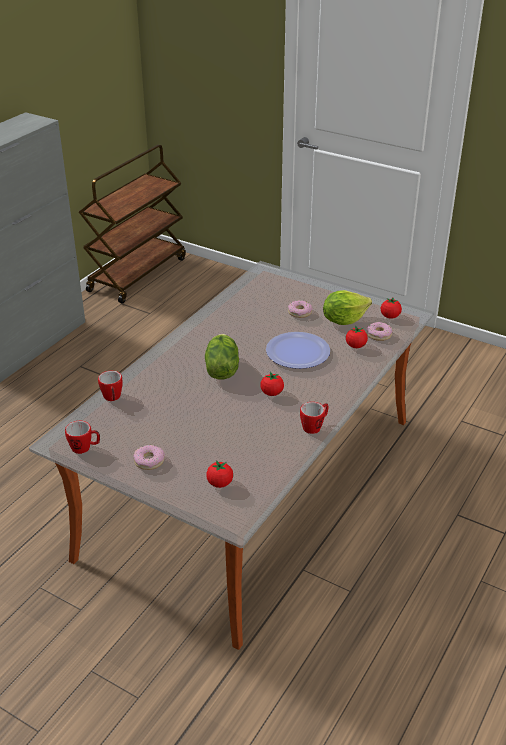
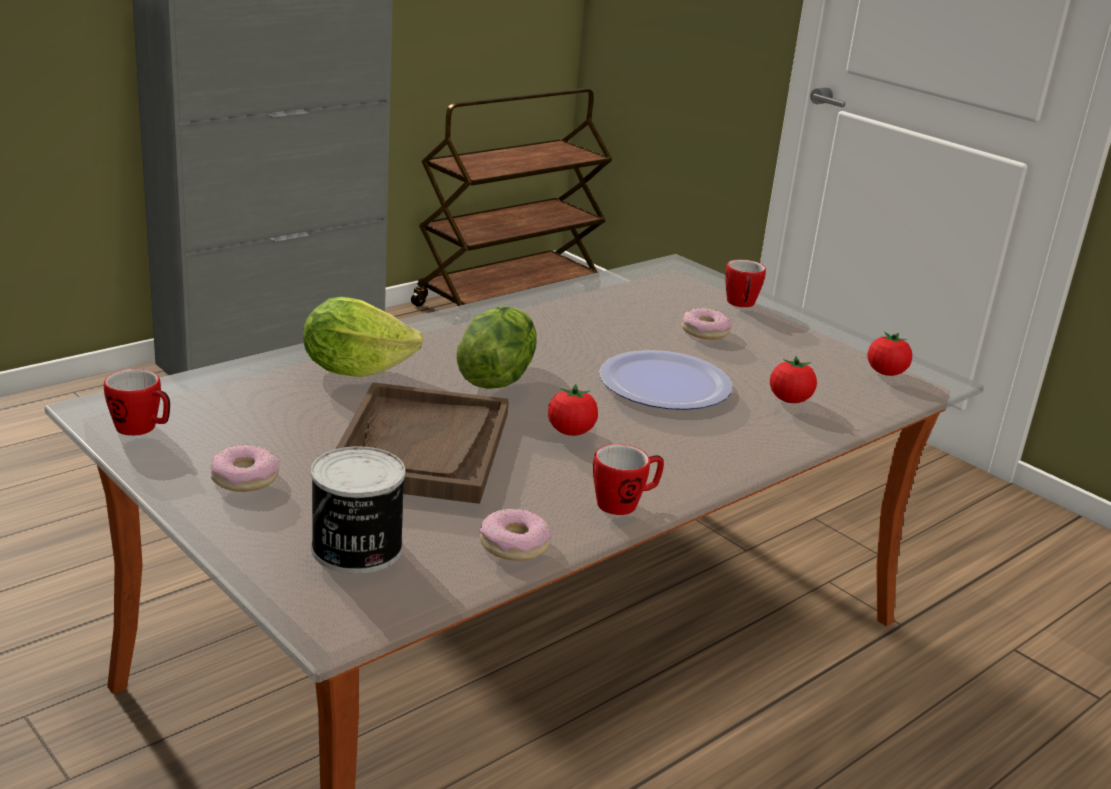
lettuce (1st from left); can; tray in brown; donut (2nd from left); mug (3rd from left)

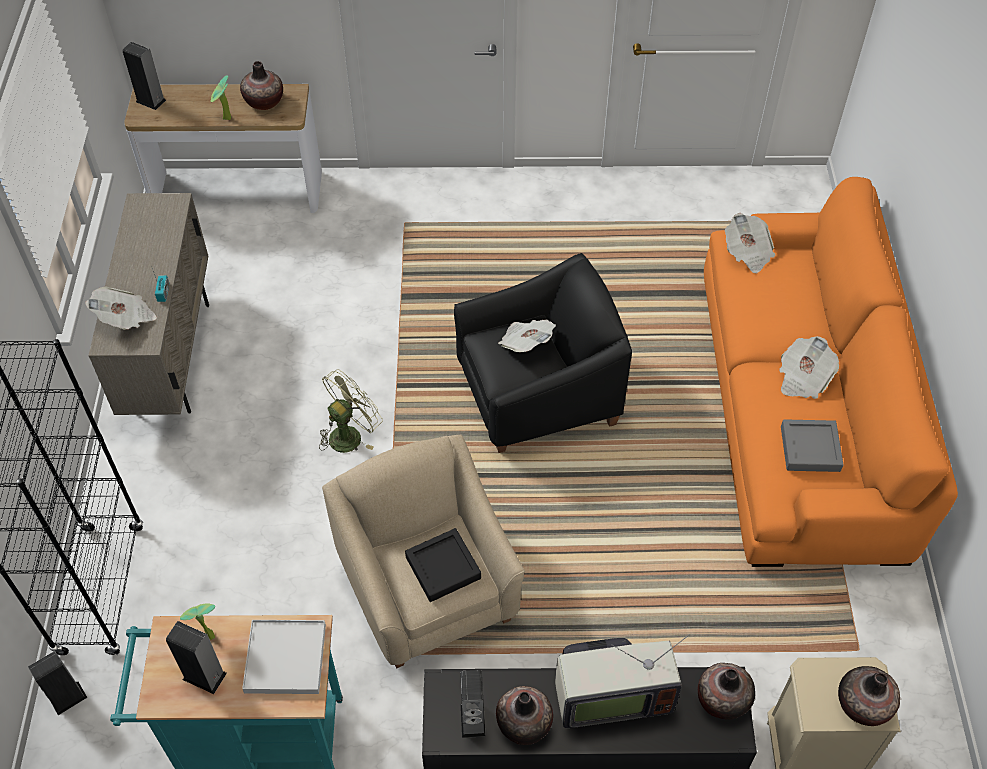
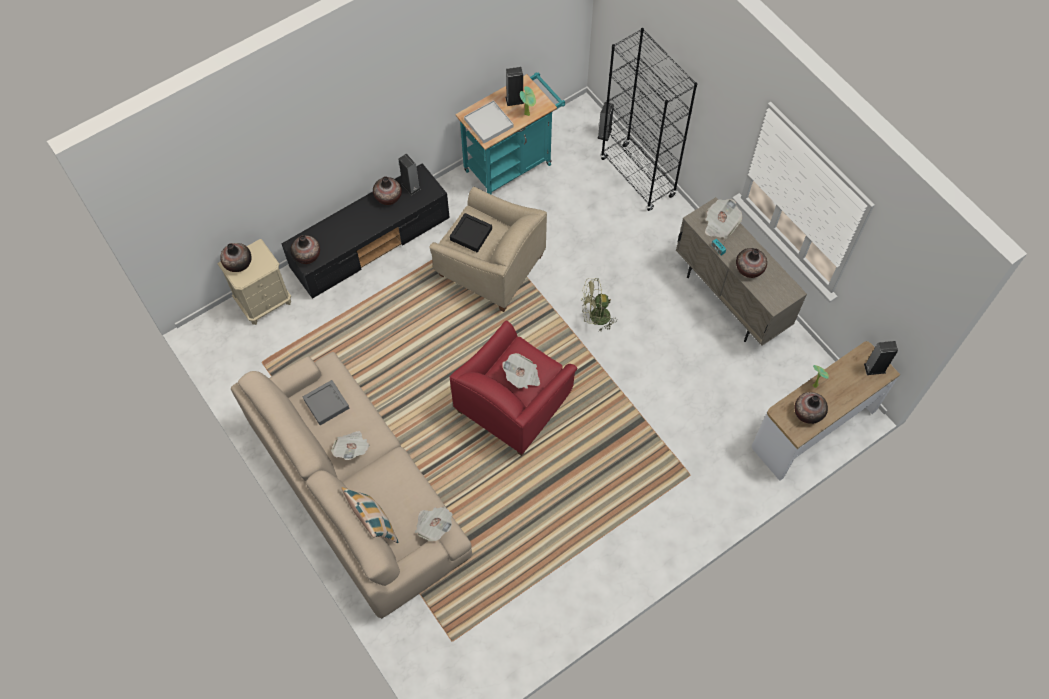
sofa in beige; pillow; armchair in red; fan in green; vase (4th from left); television

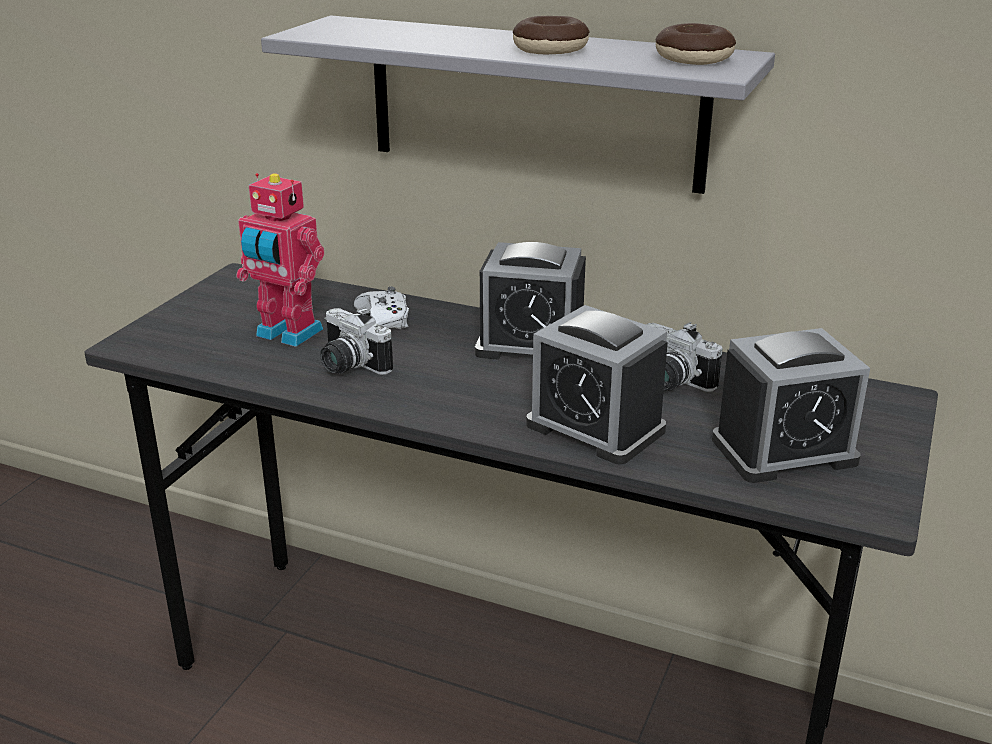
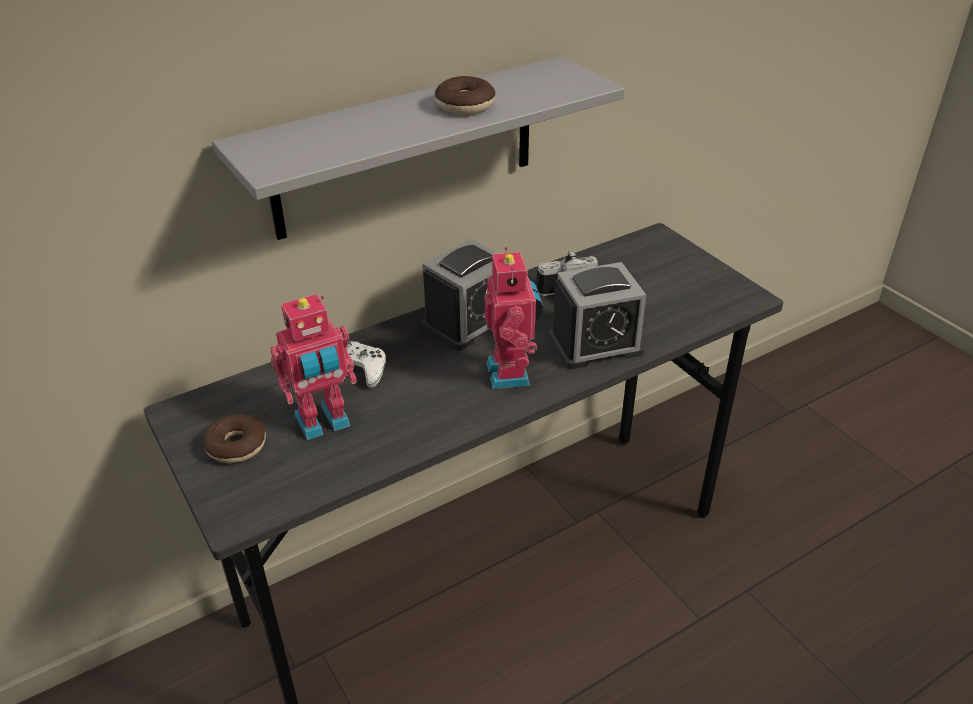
donut (1st from left); toy robot (2nd from left); photo camera (1st from left in the first image); alarm clock (3rd from left in the first image)

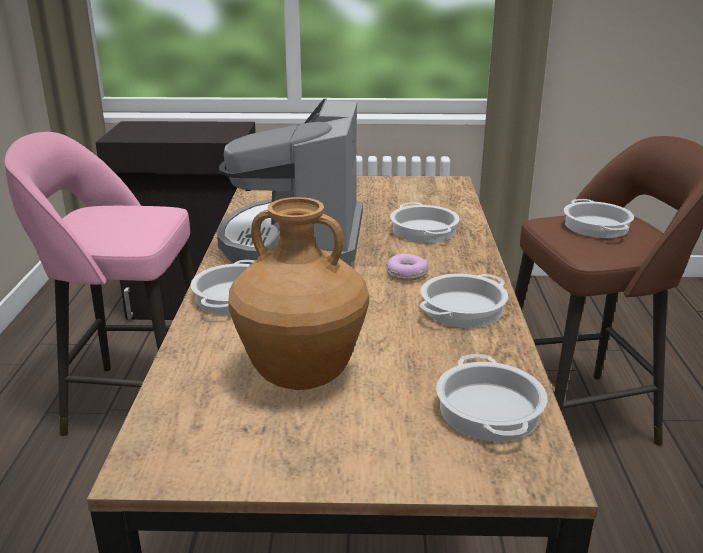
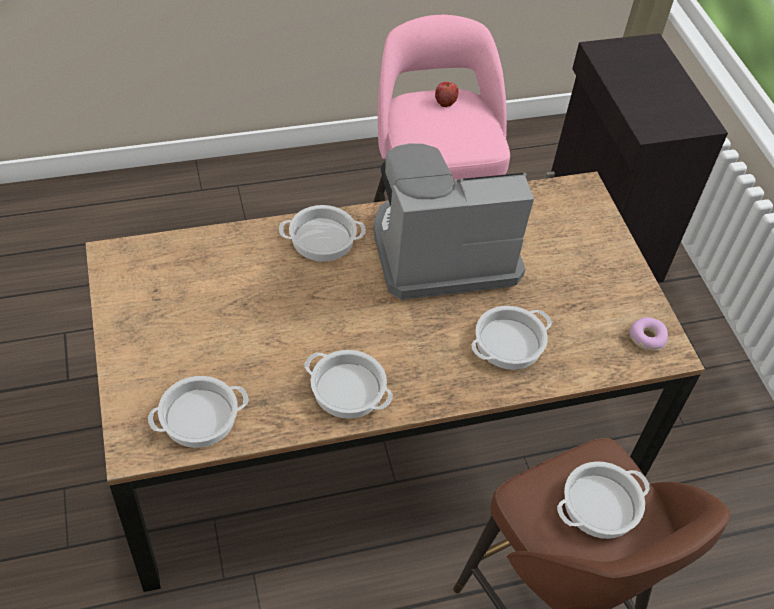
apple; donut; vase in brown

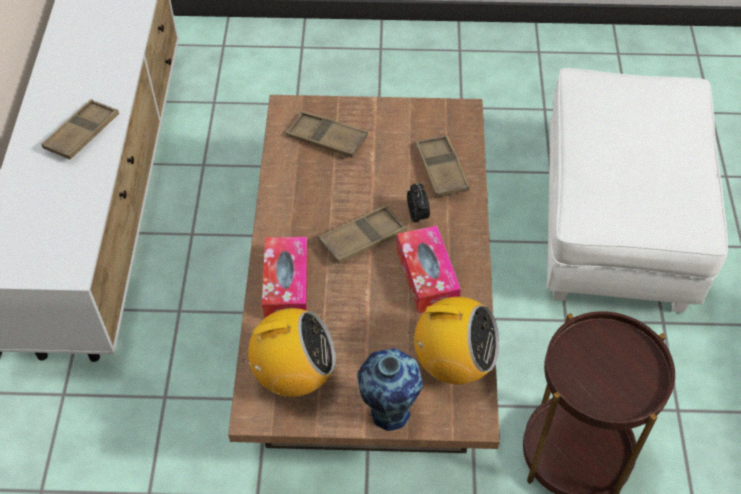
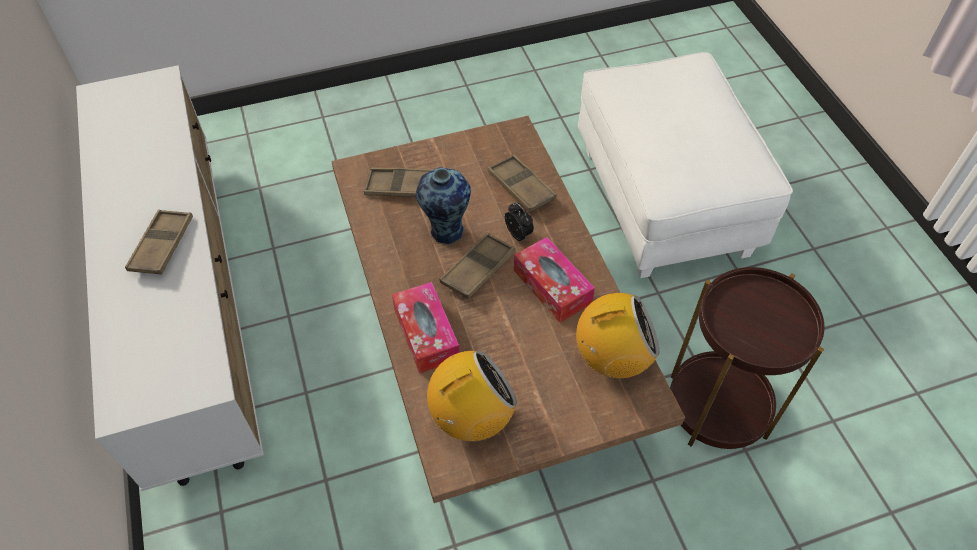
vase

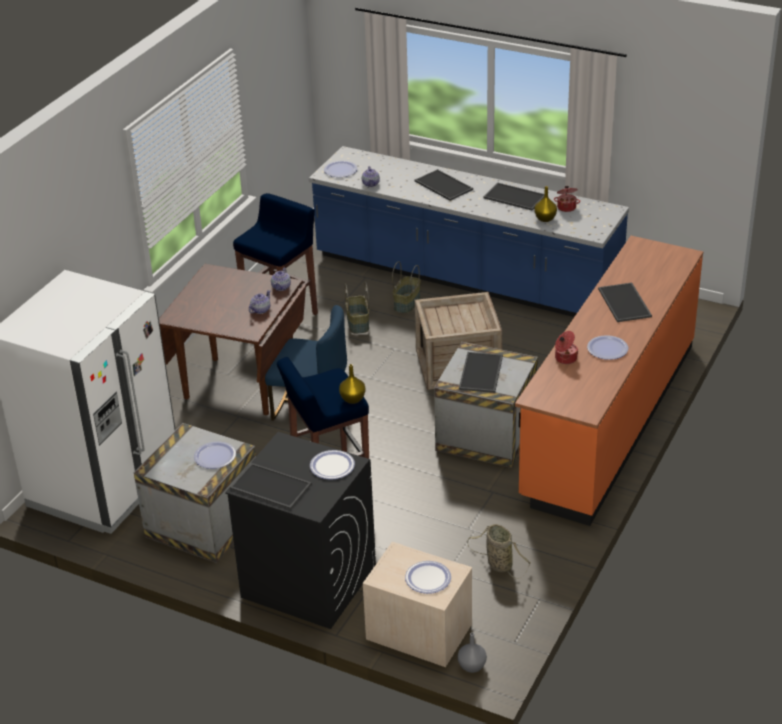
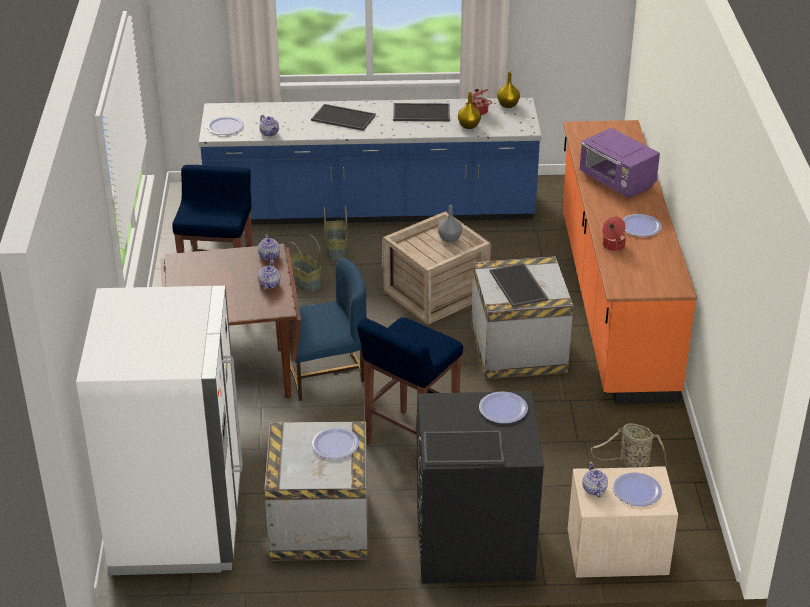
vase in grey; vase in yellow (2nd from left); microwave in purple; teapot (4th from left)

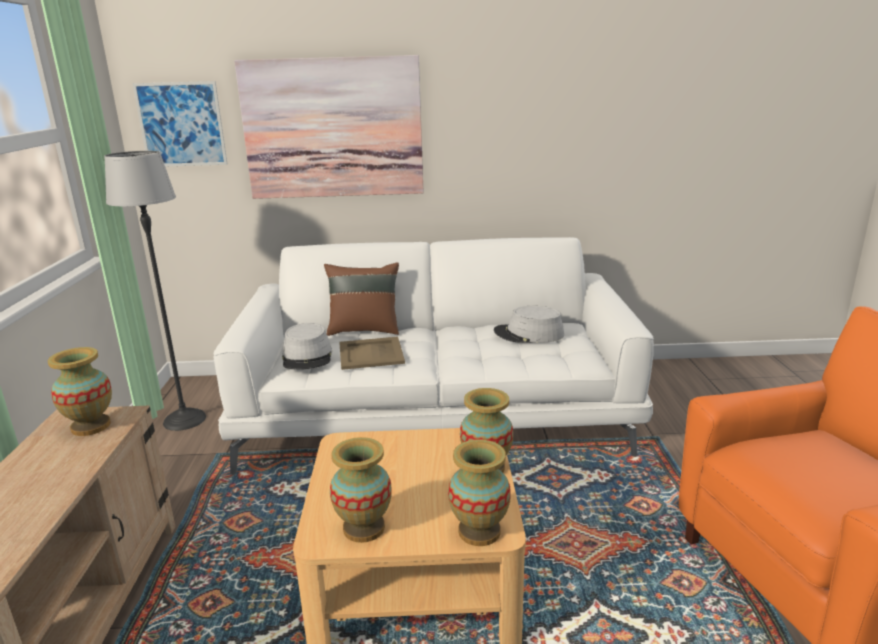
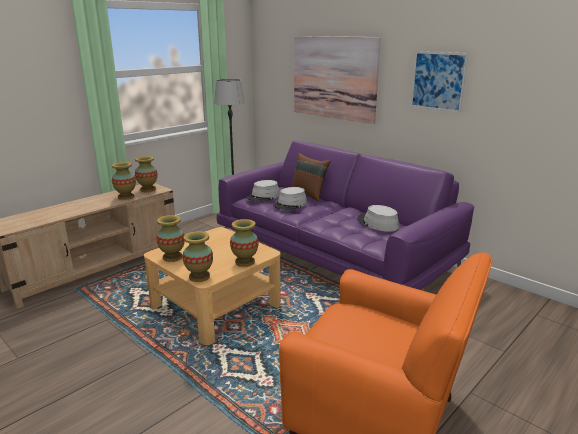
vase (1st from left); sofa in purple; hat in grey (2nd from left); picture (2nd from left)

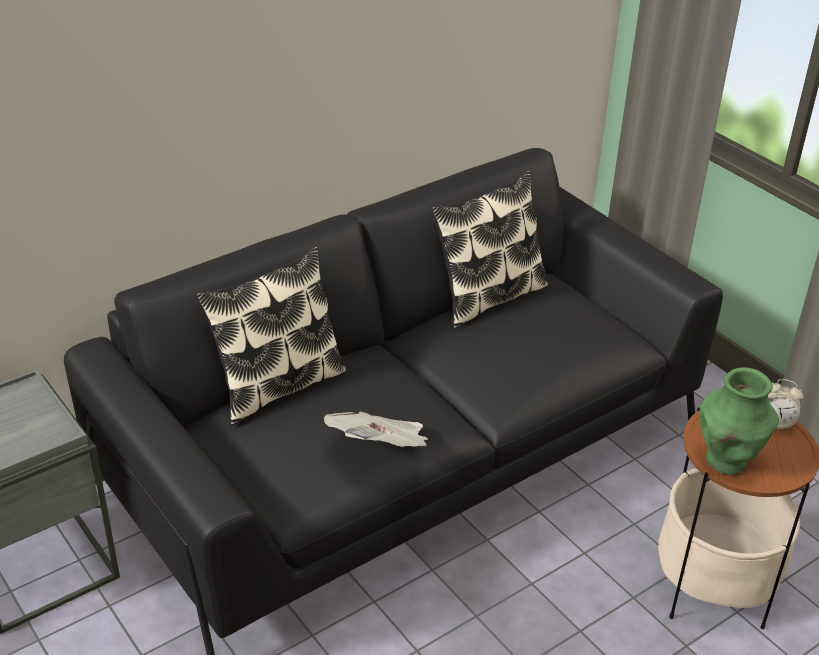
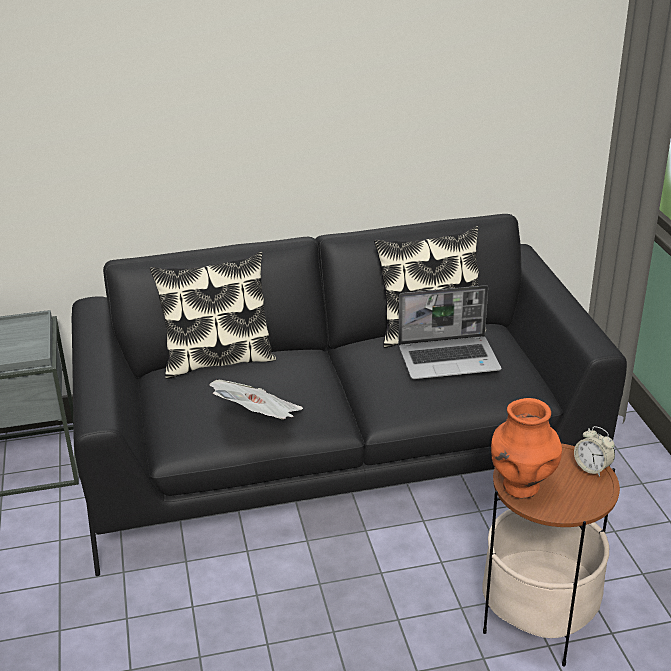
laptop; vase in orange

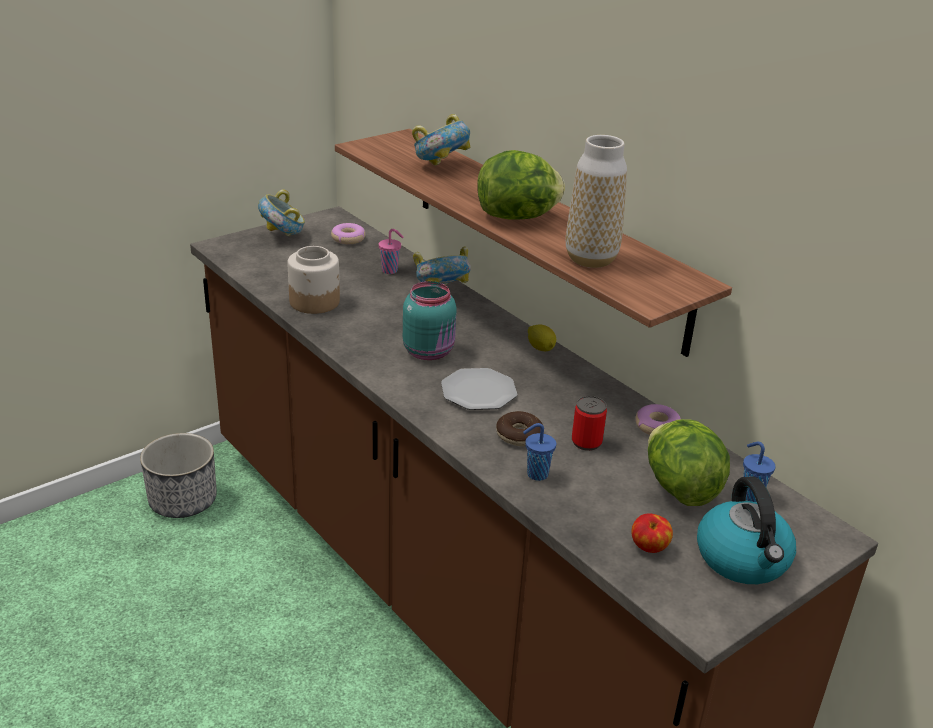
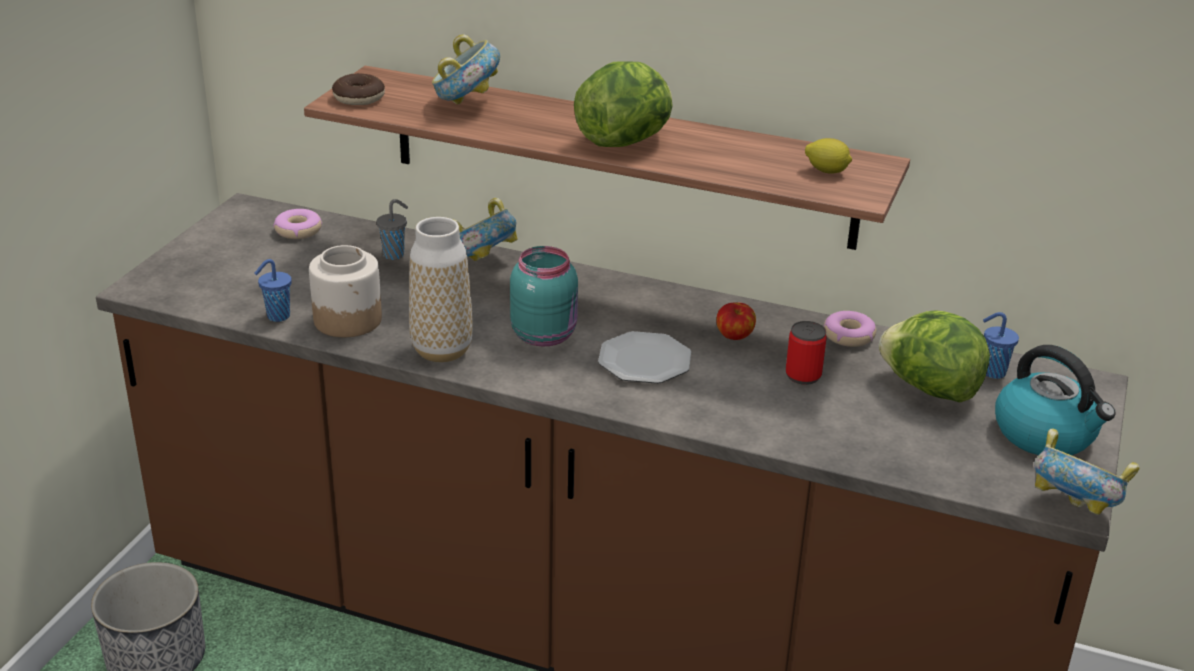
cup in blue (1st from left); donut (2nd from left); cup in grey; vase; apple; lemon; bowl (3rd from left)

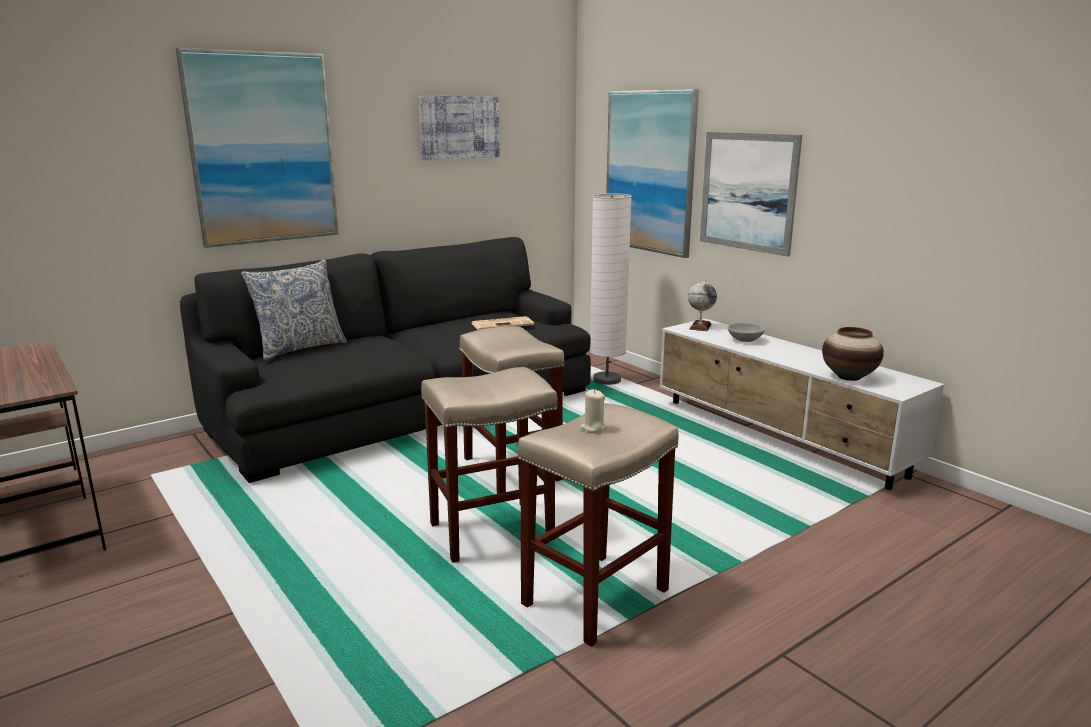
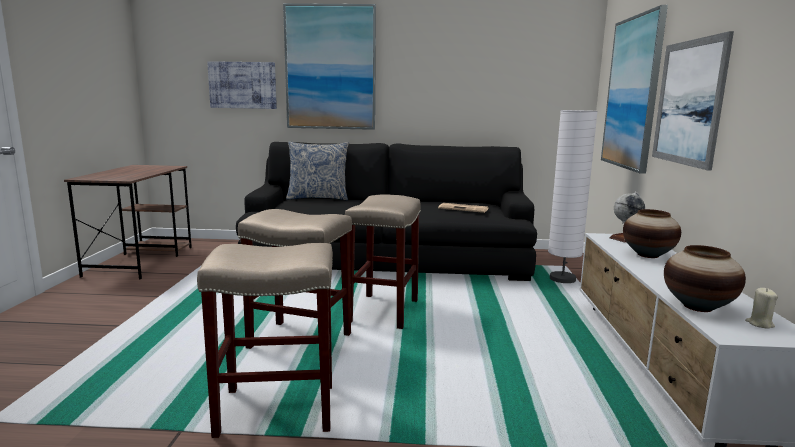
picture (1st from left); vase (1st from left); candle in beige

